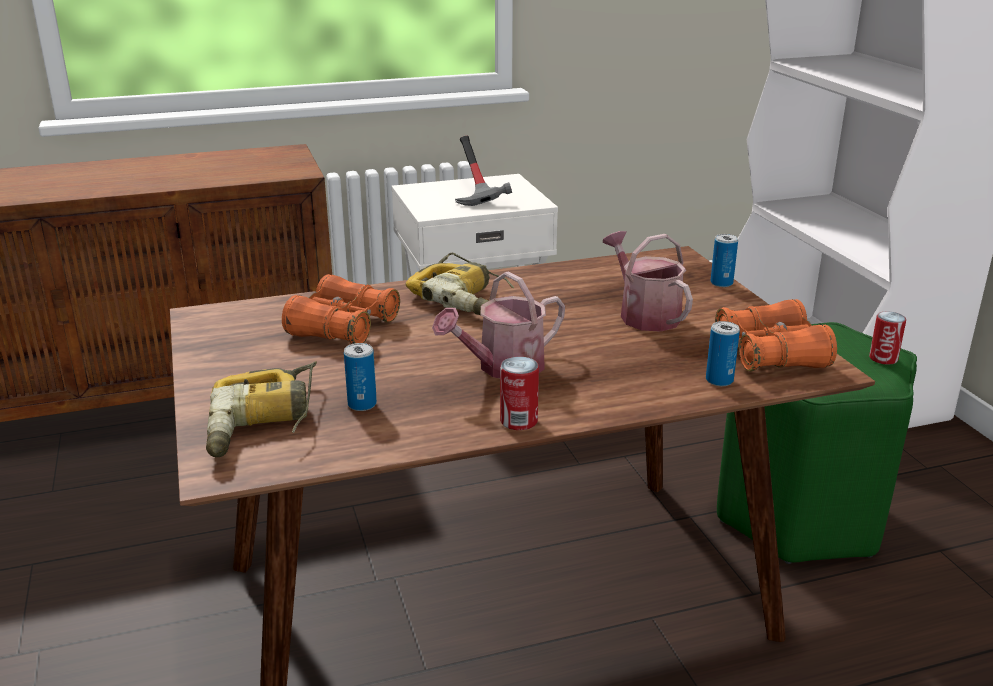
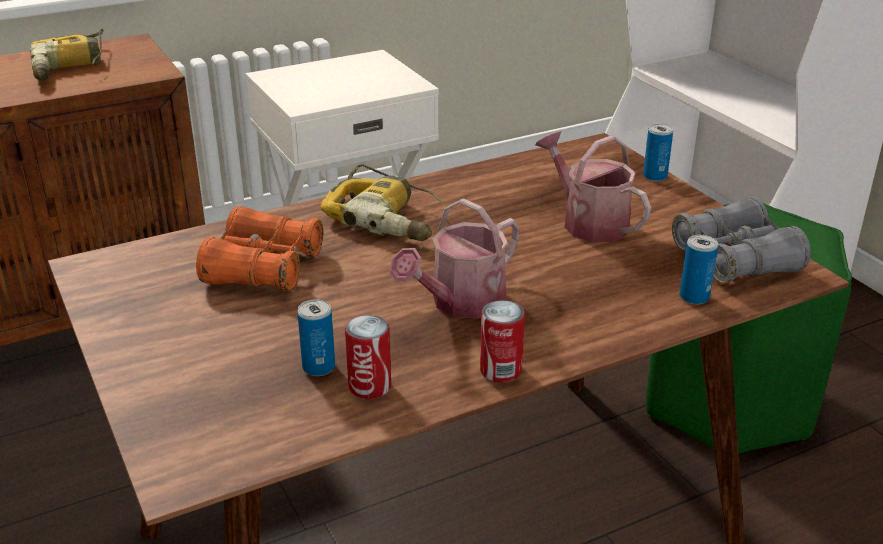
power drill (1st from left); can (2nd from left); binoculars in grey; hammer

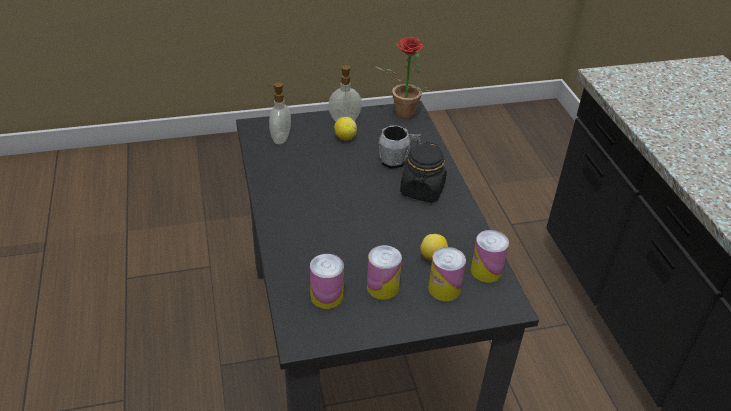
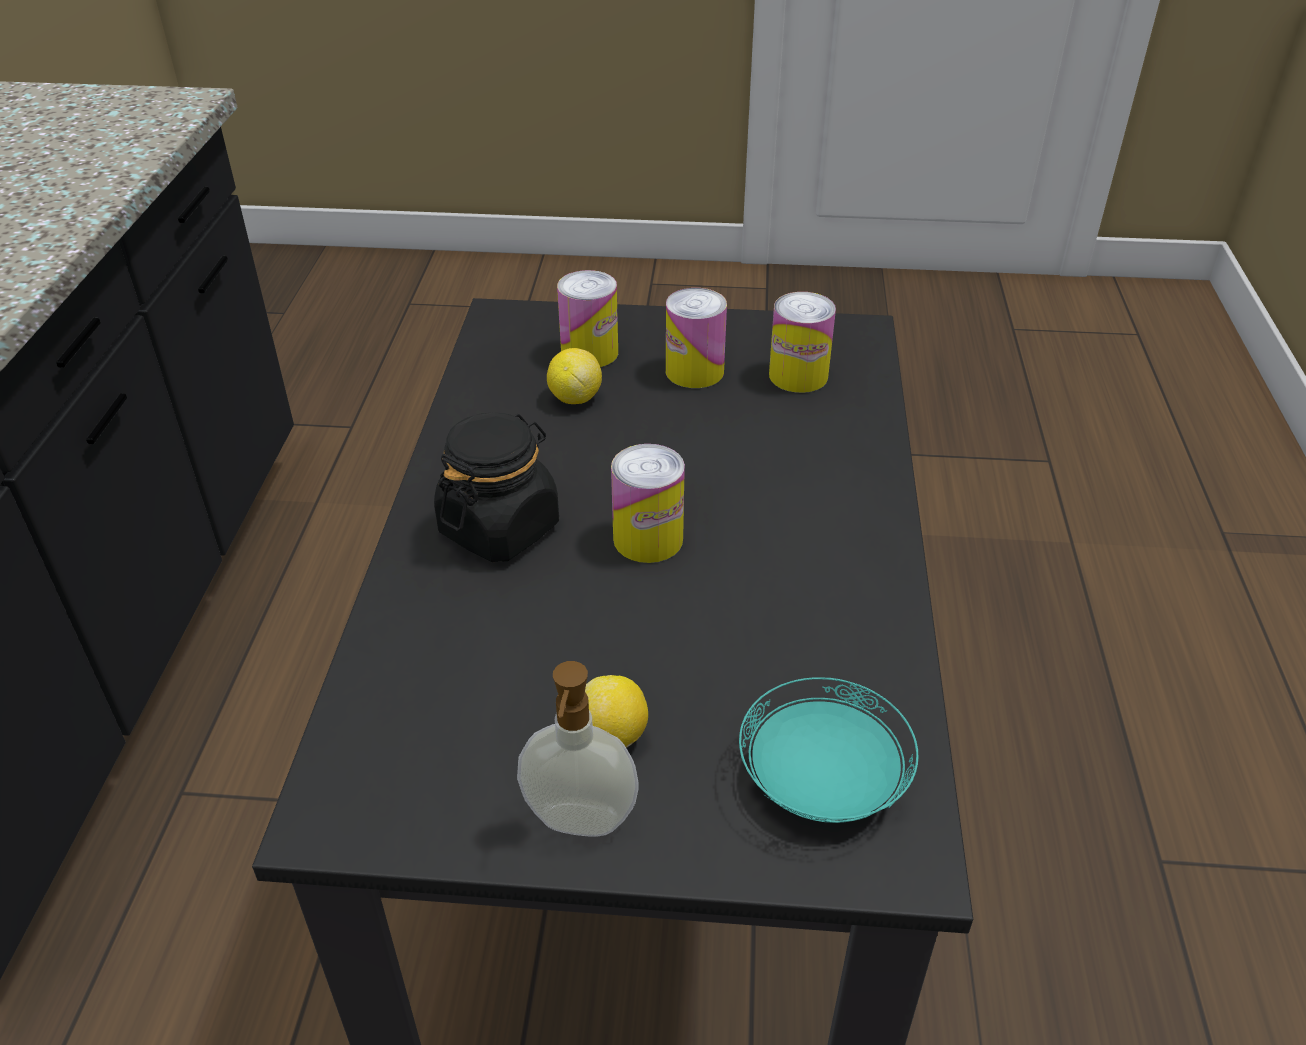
can (2nd from left); plate in turquoise; potted plant; mug in grey

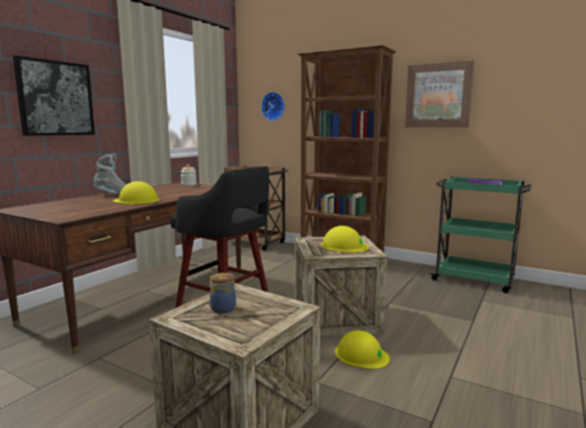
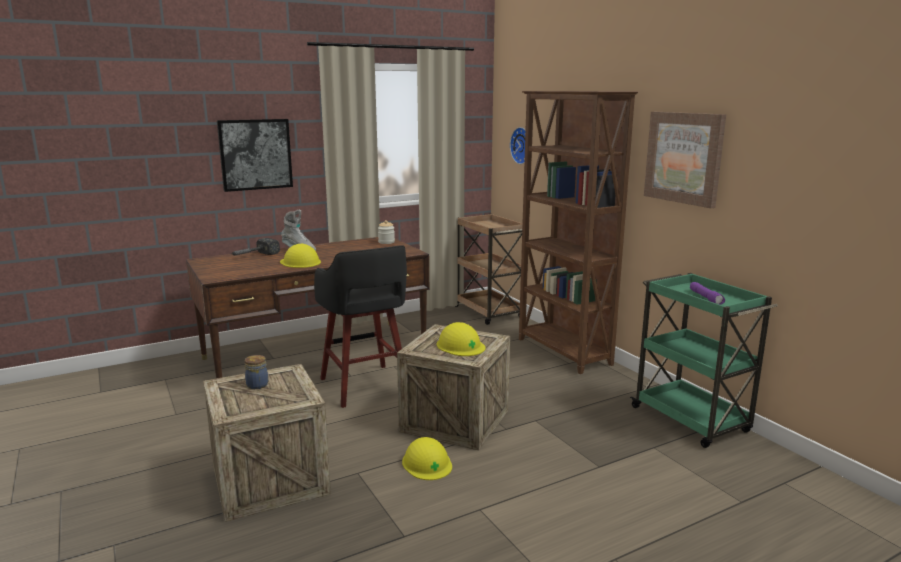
hammer

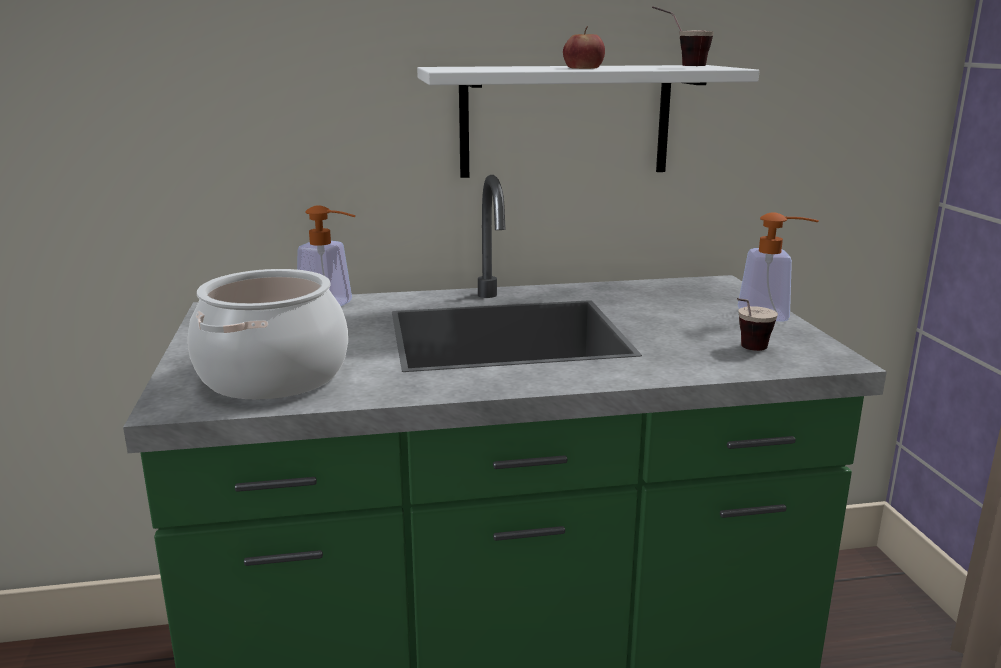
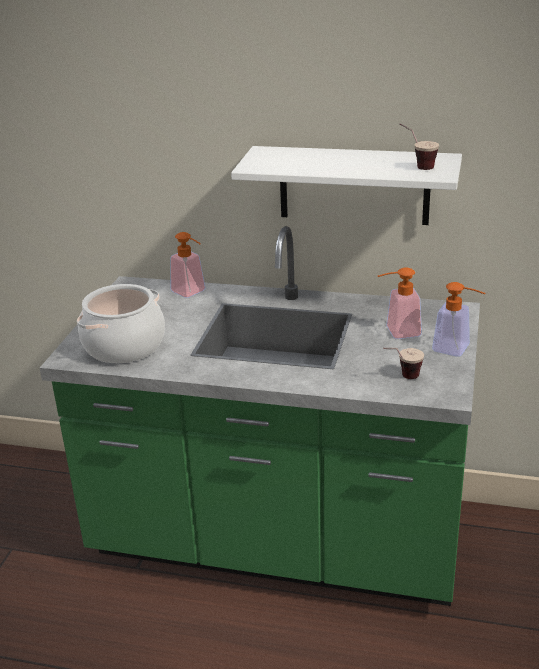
soap dispenser (2nd from left); apple

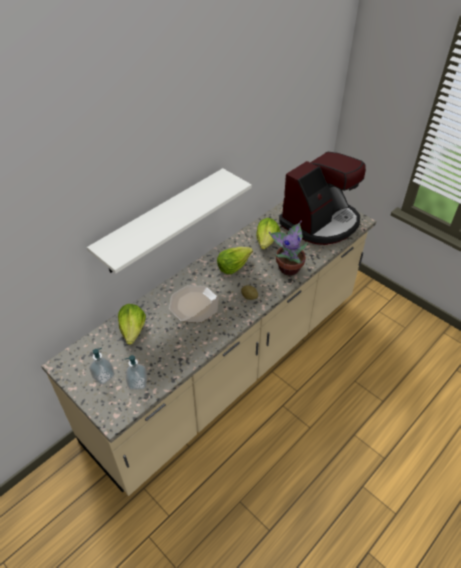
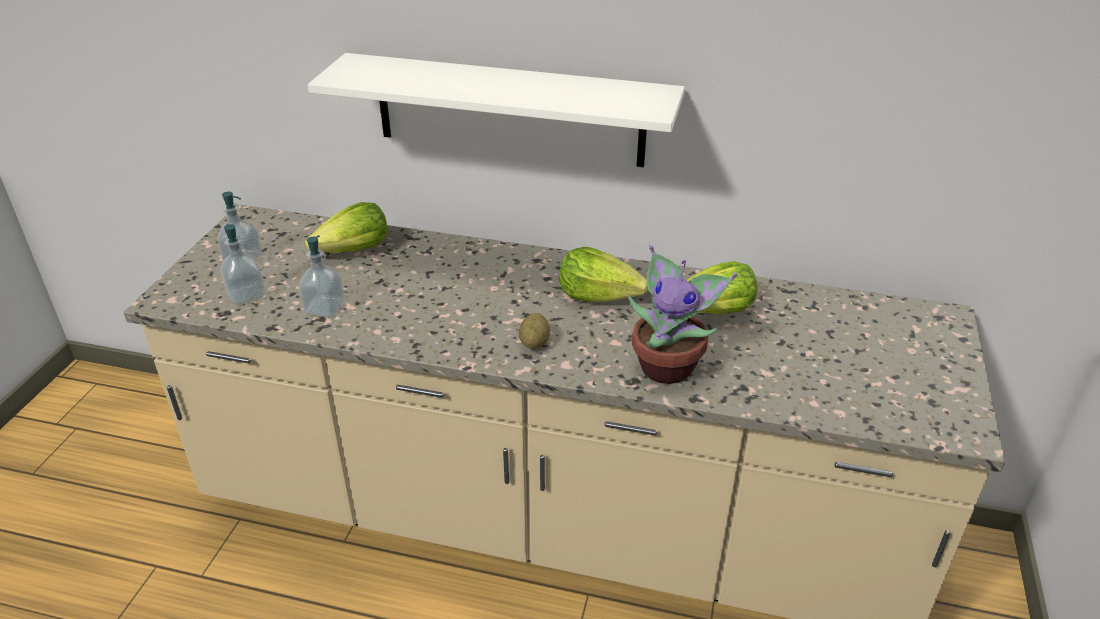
soap dispenser (3rd from left); plate; coffee machine

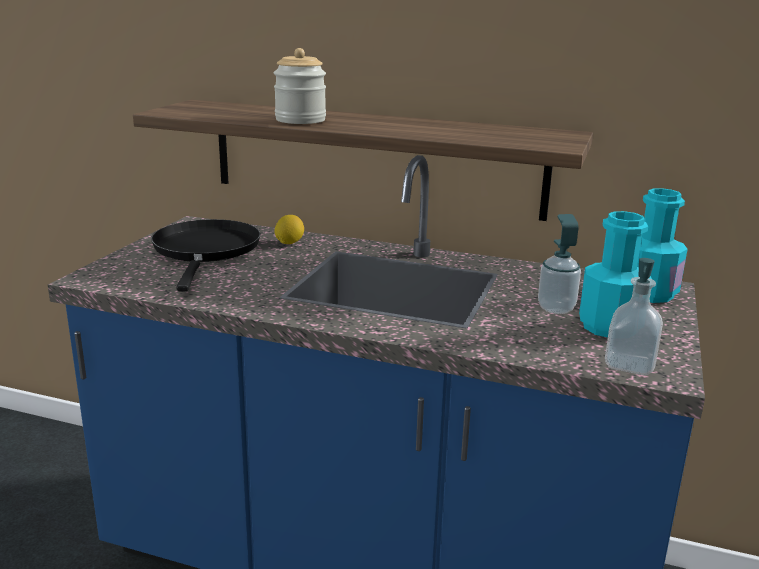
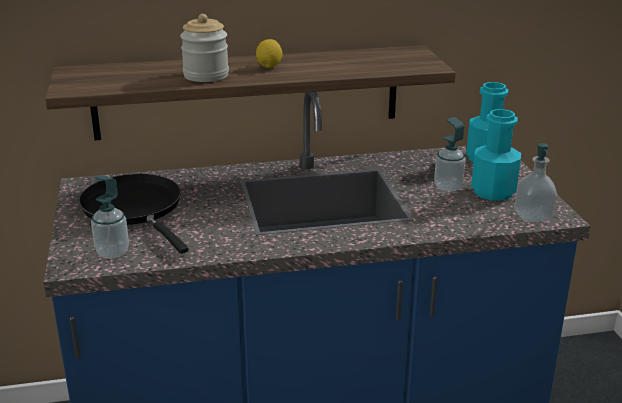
soap dispenser (1st from left); lemon

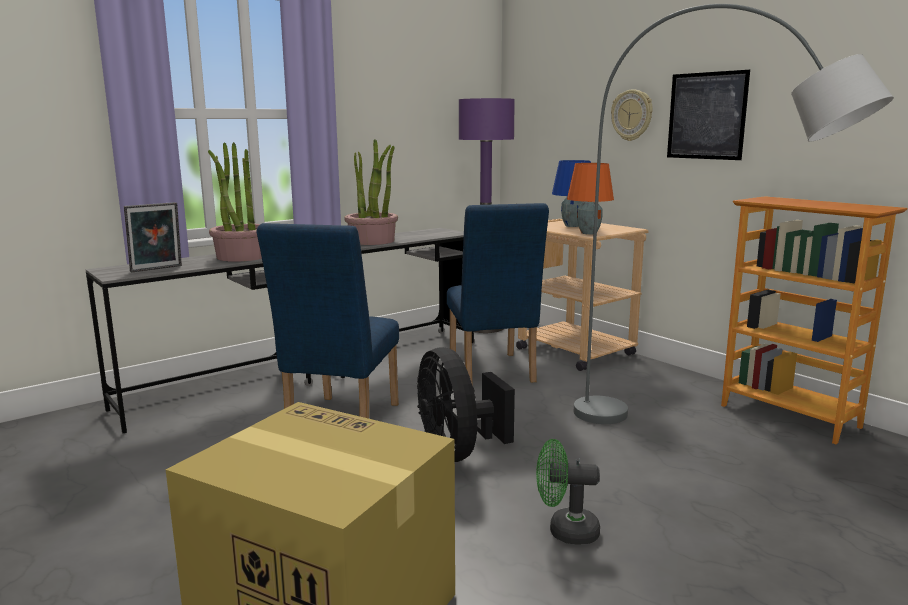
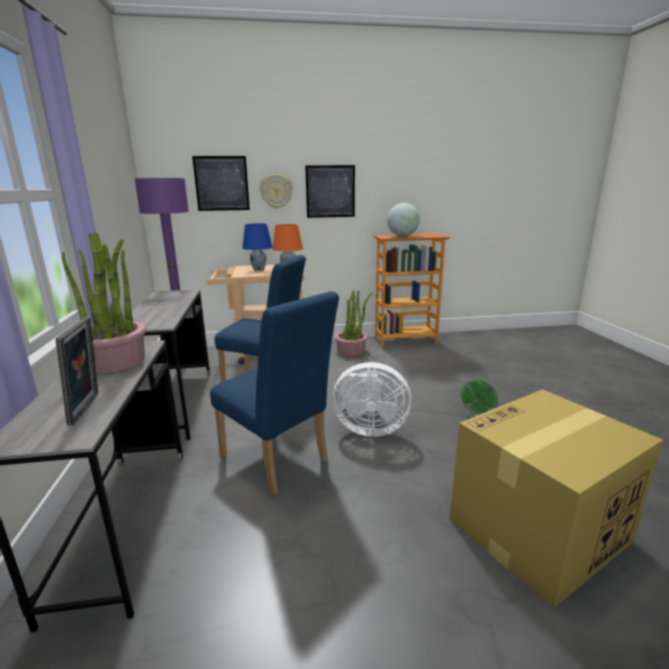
picture (1st from left); fan in white; potted plant (2nd from left); globe; floor lamp in grey

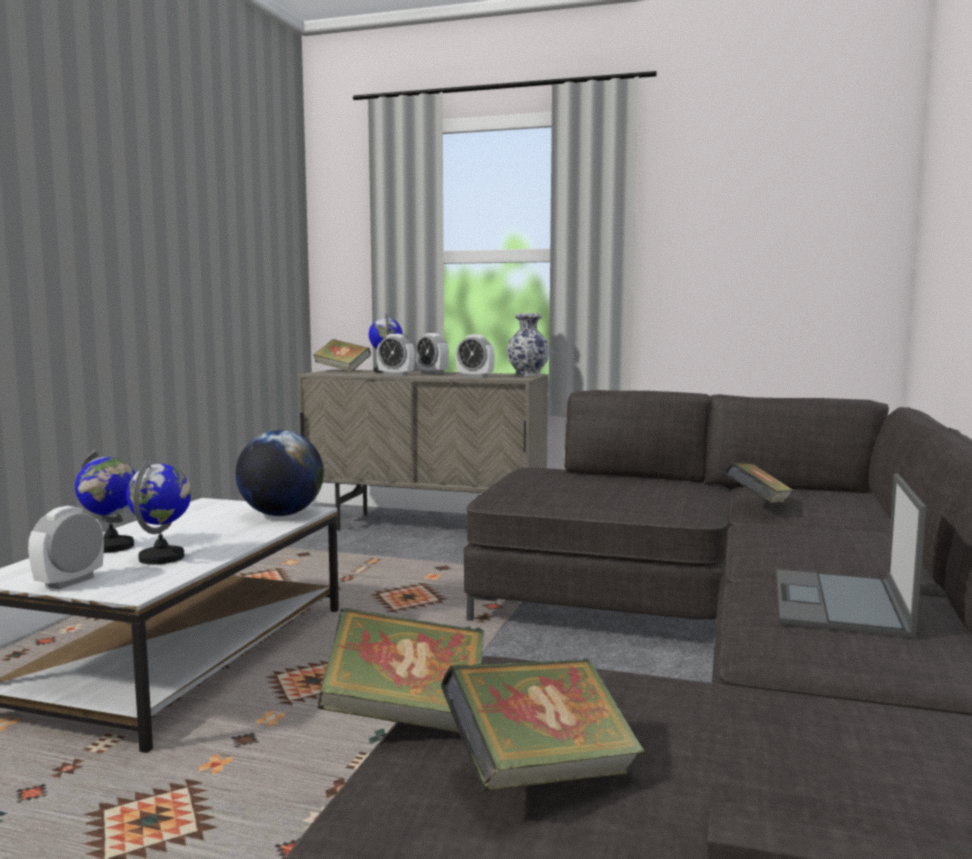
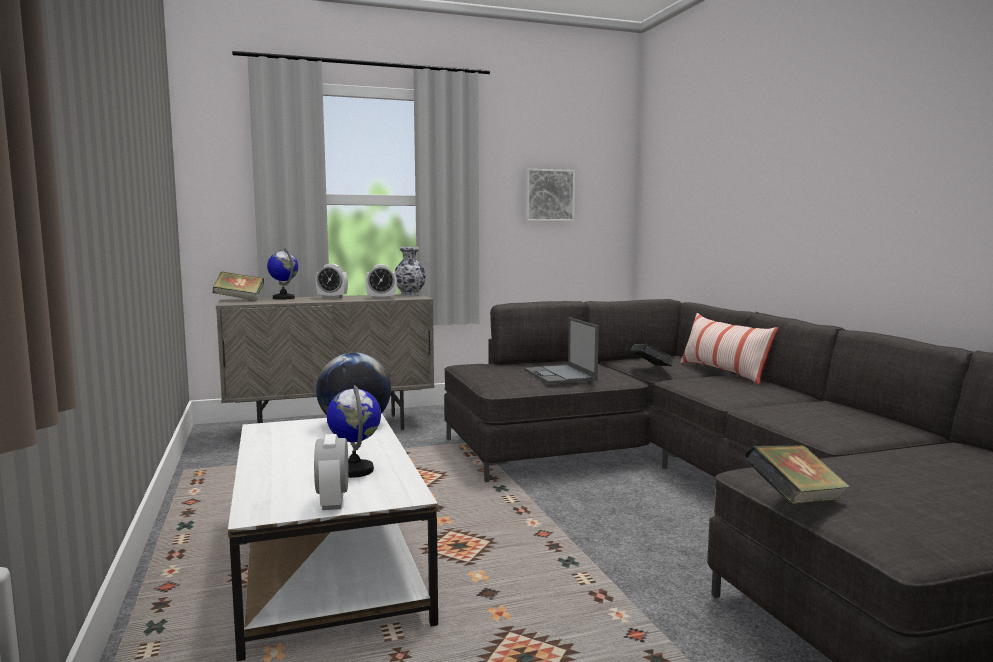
laptop; picture; pillow; globe (1st from left in the first image); alarm clock (2nd from left in the first image); book (3rd from left in the first image)

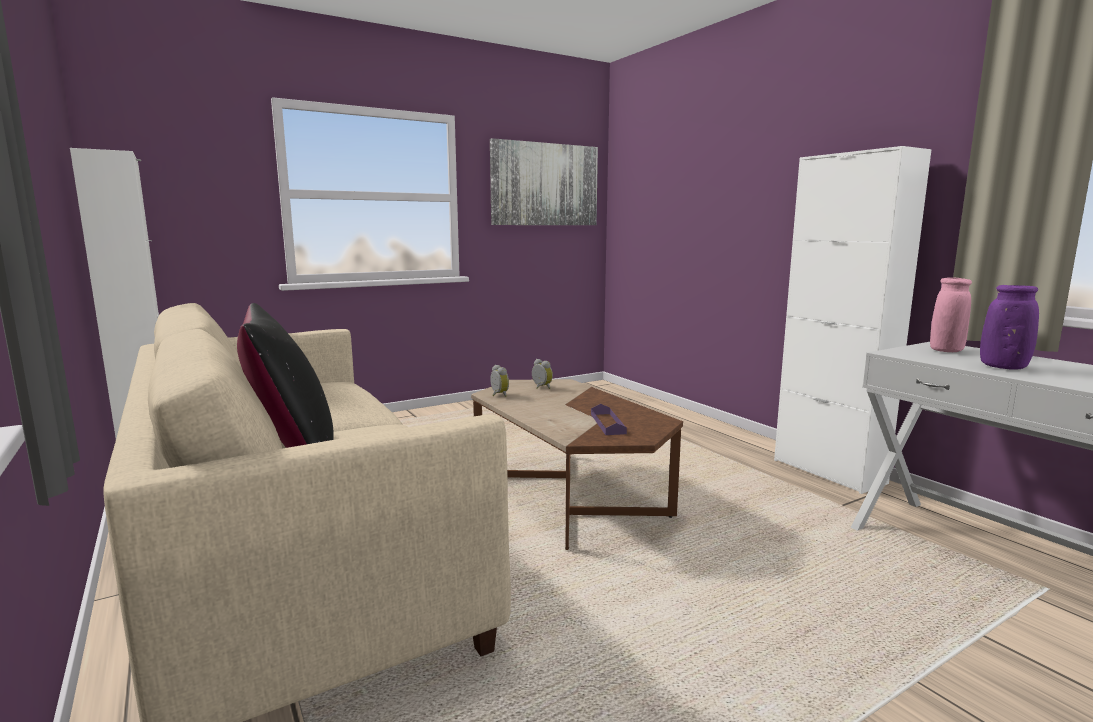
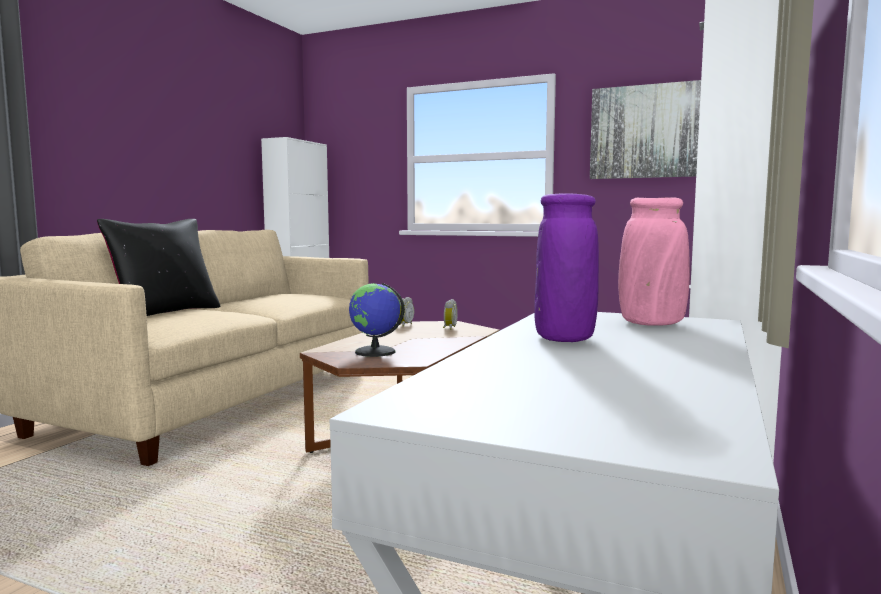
globe

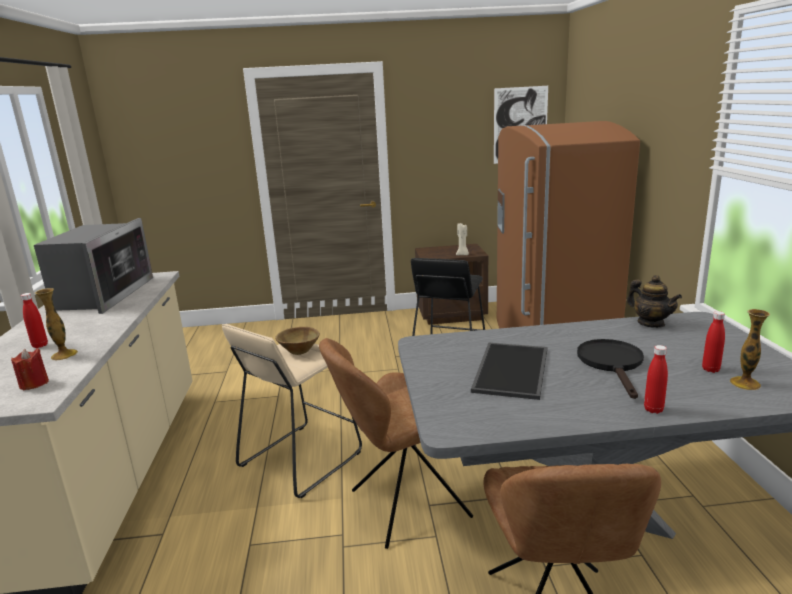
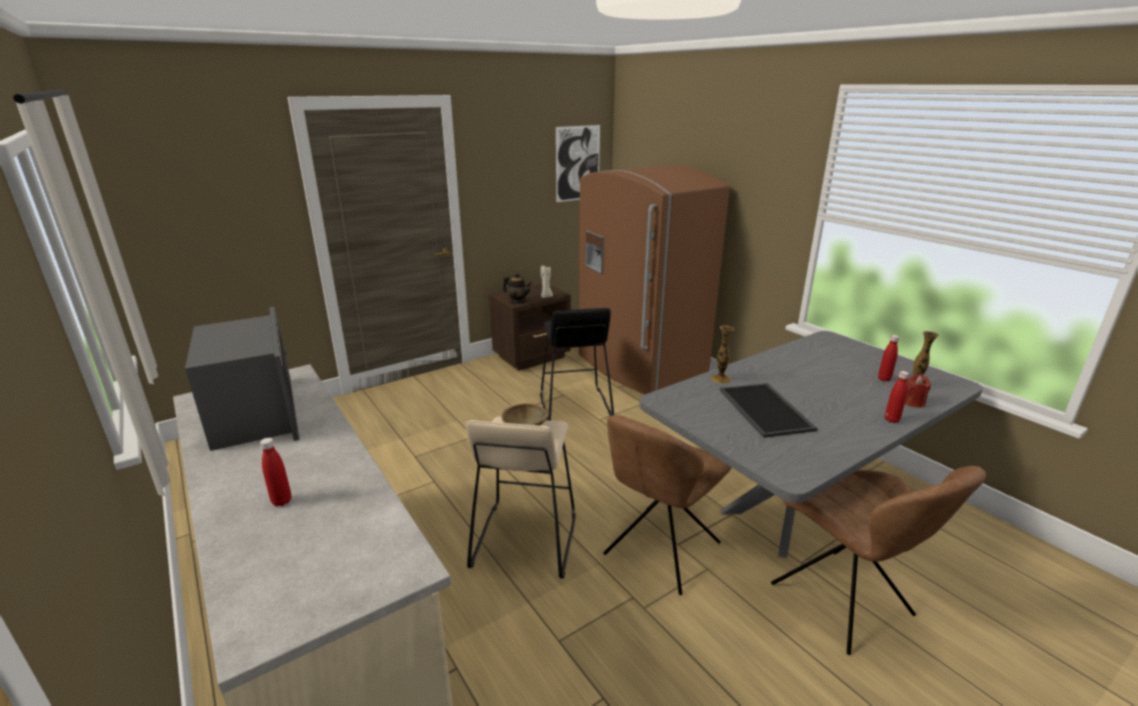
teapot; vase (1st from left); candle in red; frying pan in black

